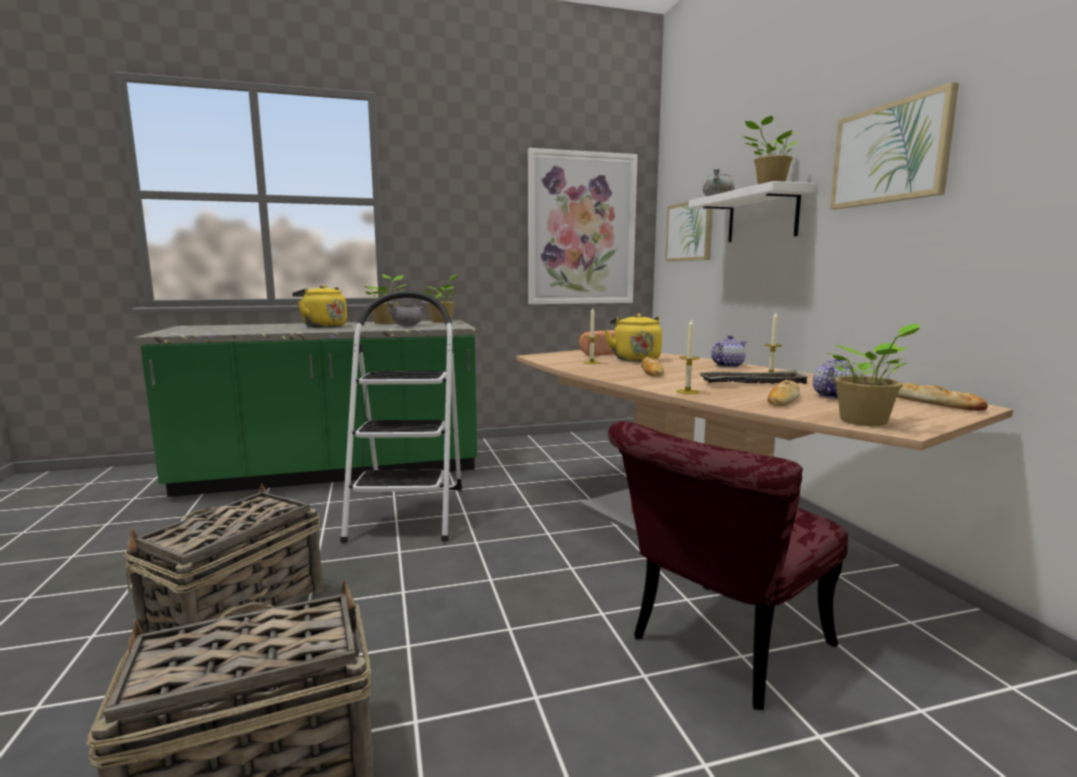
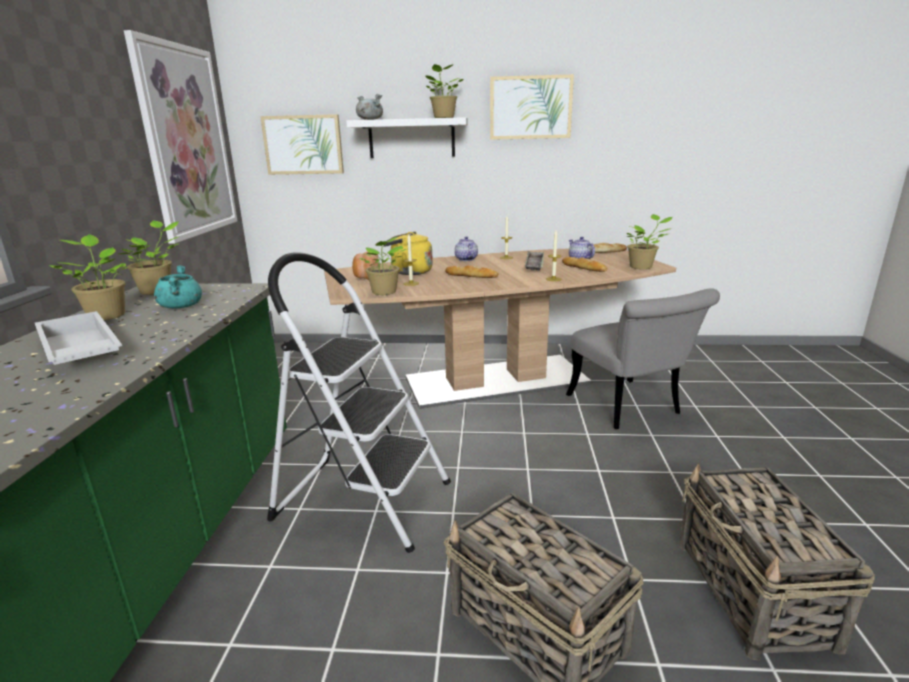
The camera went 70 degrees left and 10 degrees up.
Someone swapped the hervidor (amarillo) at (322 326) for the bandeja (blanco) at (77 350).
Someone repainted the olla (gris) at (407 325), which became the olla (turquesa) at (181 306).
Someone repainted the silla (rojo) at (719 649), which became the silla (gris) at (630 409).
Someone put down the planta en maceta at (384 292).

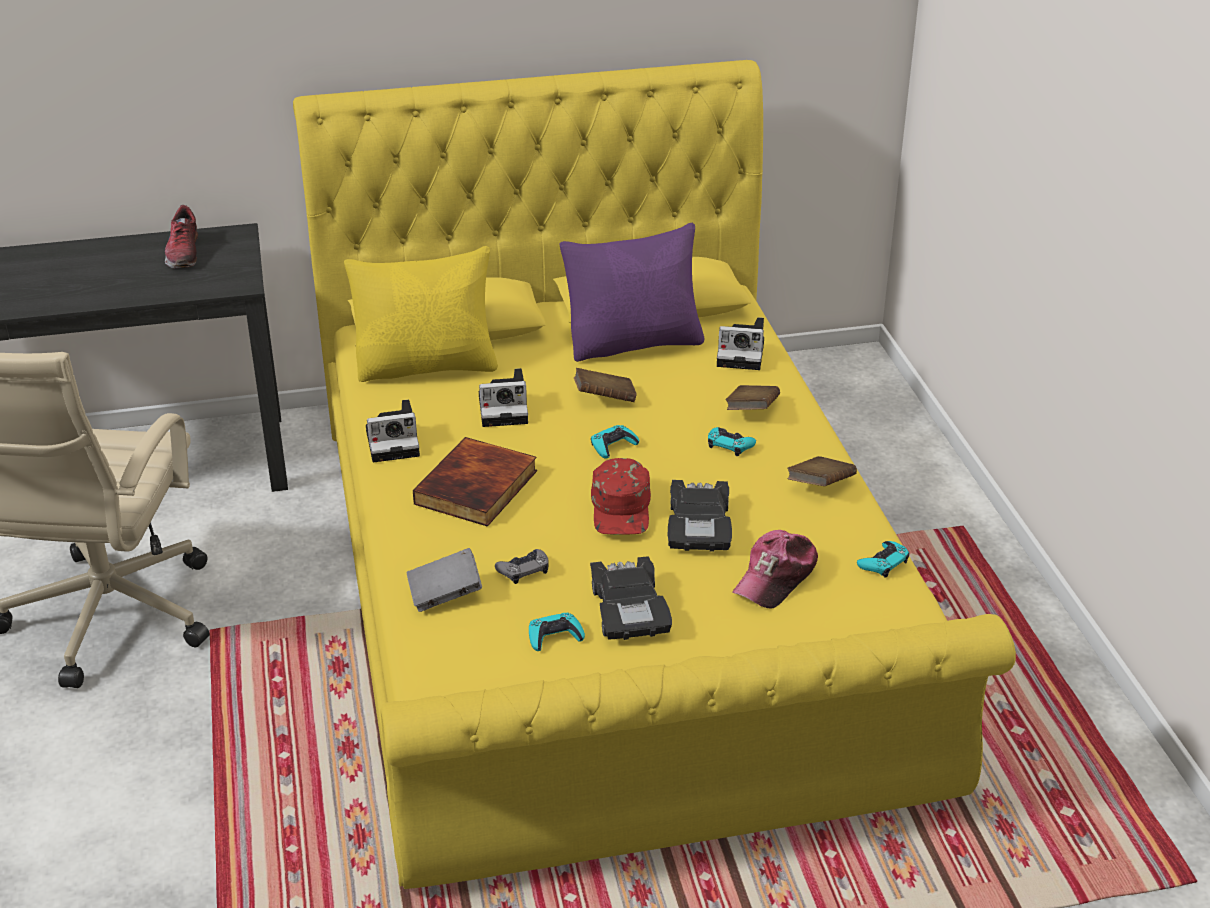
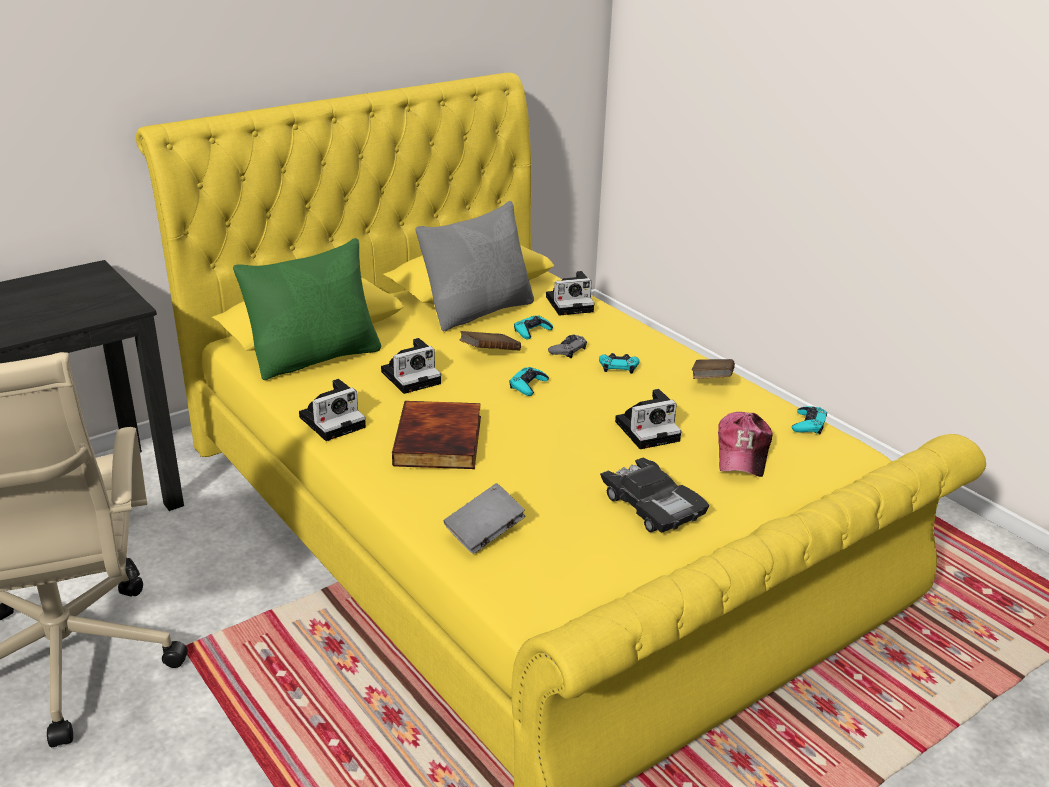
The camera went 25 degrees left and 5 degrees down.
Someone took away the zapato at (182 252).
Someone repainted the cojín (morado) at (634 343), which became the cojín (gris) at (479 311).
Someone repainted the cojín (amarillo) at (427 366), which became the cojín (verde) at (316 358).
Someone took away the libro (marrón) at (751 411).
Someone took away the gorra (rojo) at (622 508).
Someone swapped the coche de juguete (negro) at (699 527) for the cámara at (649 430).
Someone carried the mando de consola (gris) from (523 570) to (568 350).
Someone carried the mando de consola (turquesa) from (554 637) to (532 331).

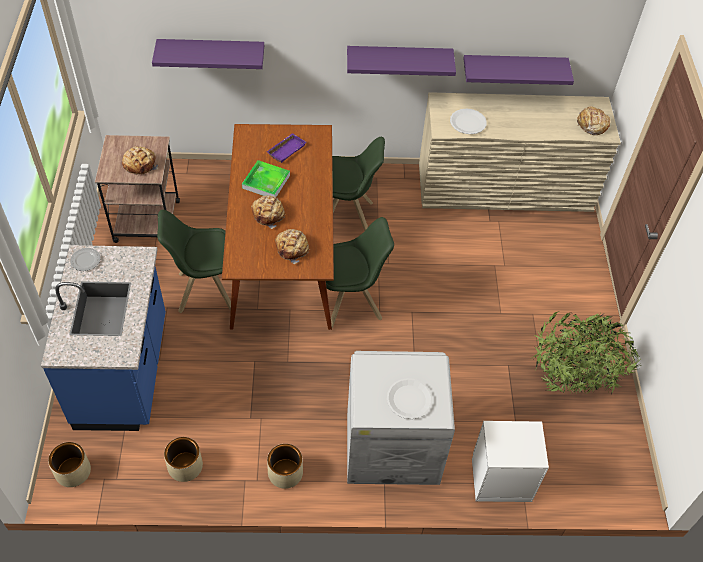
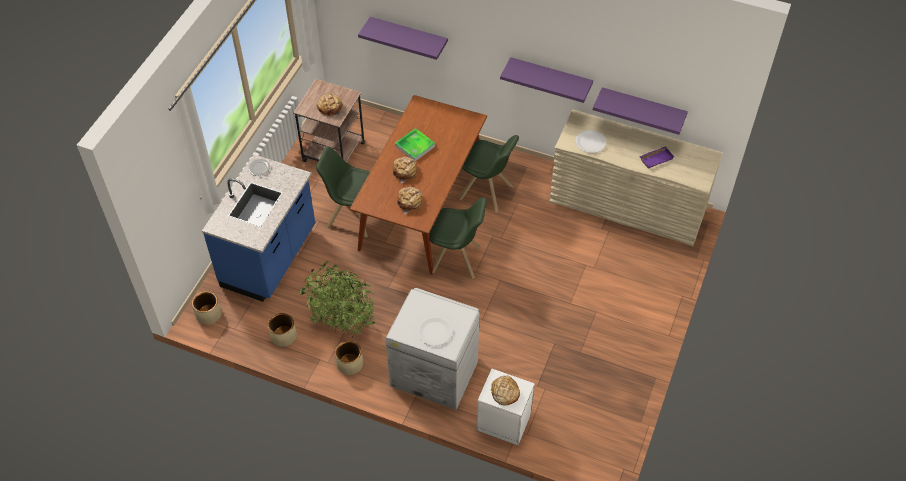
The camera went 25 degrees right and 0 degrees up.
Someone carried the pan from (591 125) to (504 393).
Someone carried the bandeja (morado) from (286 149) to (656 158).
Someone carried the planta en maceta from (570 381) to (341 322).

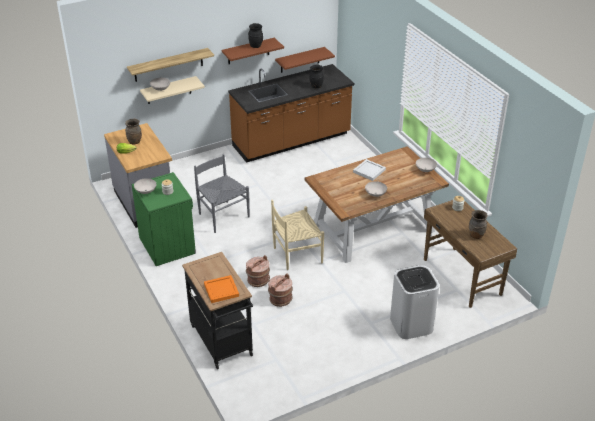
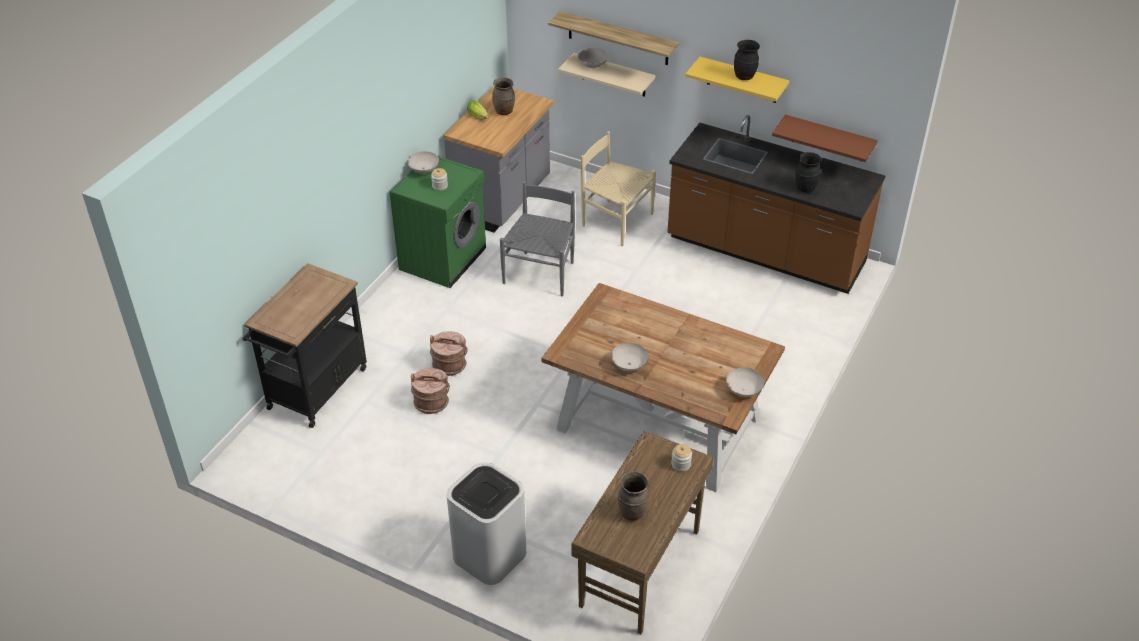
The camera went 55 degrees right and 5 degrees up.
Someone repainted the estante (marrón) at (248 51), which became the estante (amarillo) at (742 80).
Someone took away the bandeja (blanco) at (369 170).
Someone carried the silla (beis) from (296 254) to (615 221).
Someone took away the bandeja (naranja) at (221 290).

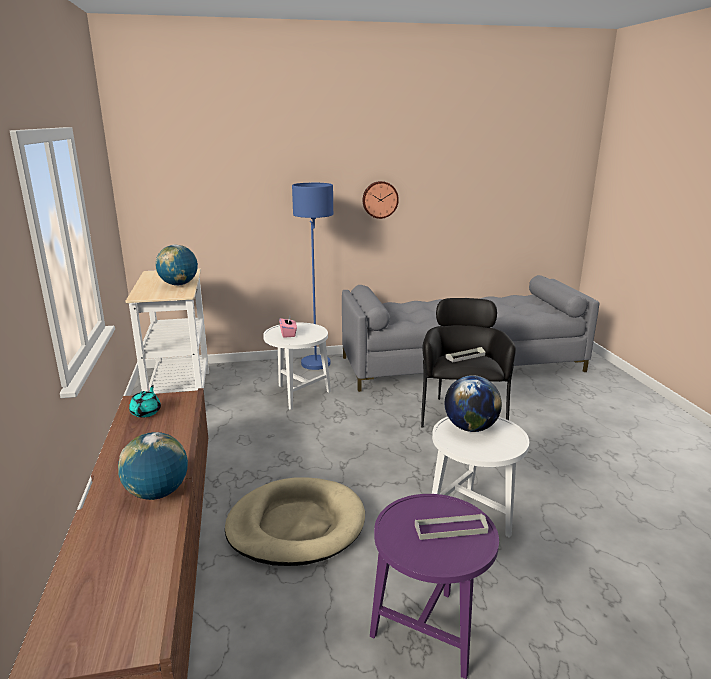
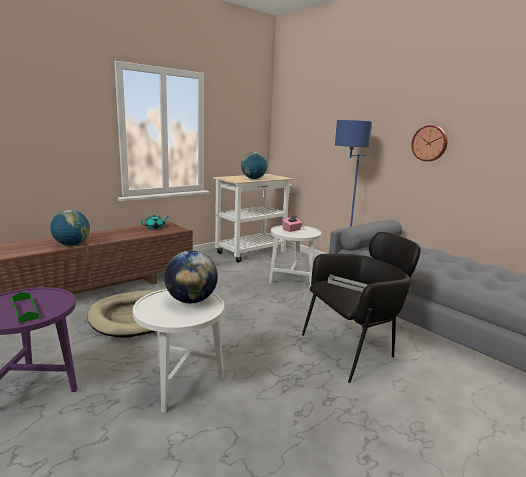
The camera went 60 degrees right and 5 degrees down.
Someone repainted the bandeja (gris) at (450 529), which became the bandeja (verde) at (25 309).

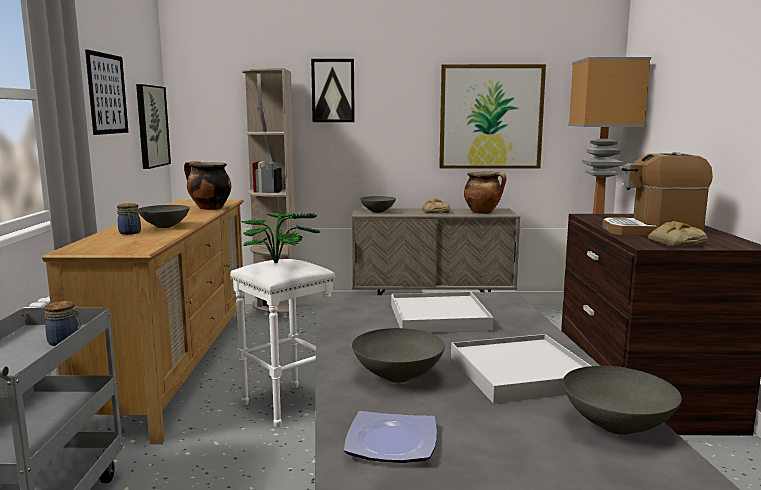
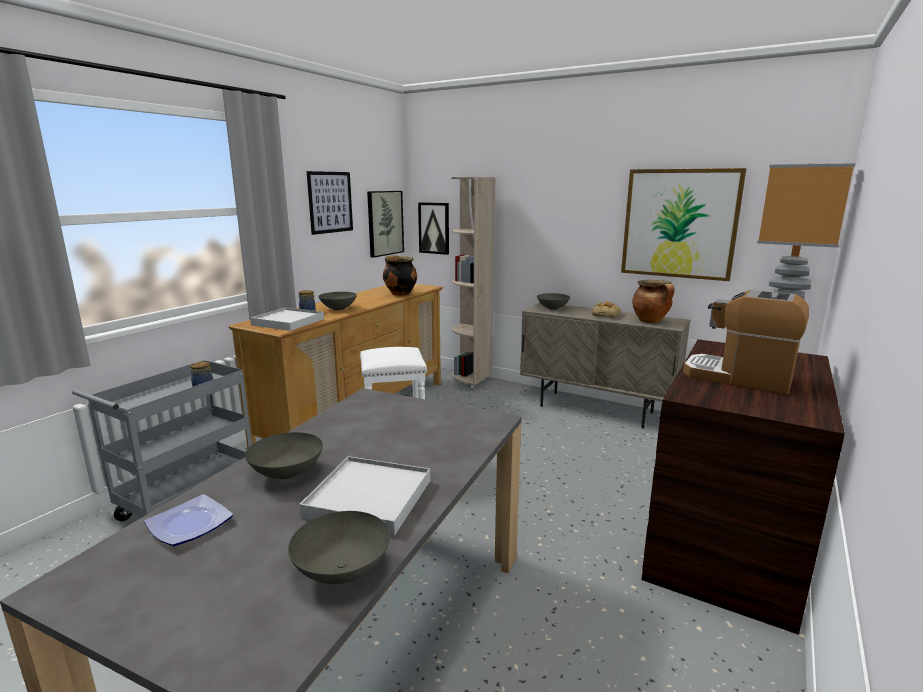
The camera went 30 degrees right and 5 degrees up.
Someone carried the cuadro from (333 90) to (434 228).
Someone took away the planta en maceta at (281 262).
Someone took away the pan at (675 242).
Someone carried the bandeja (blanco) from (438 317) to (288 322).

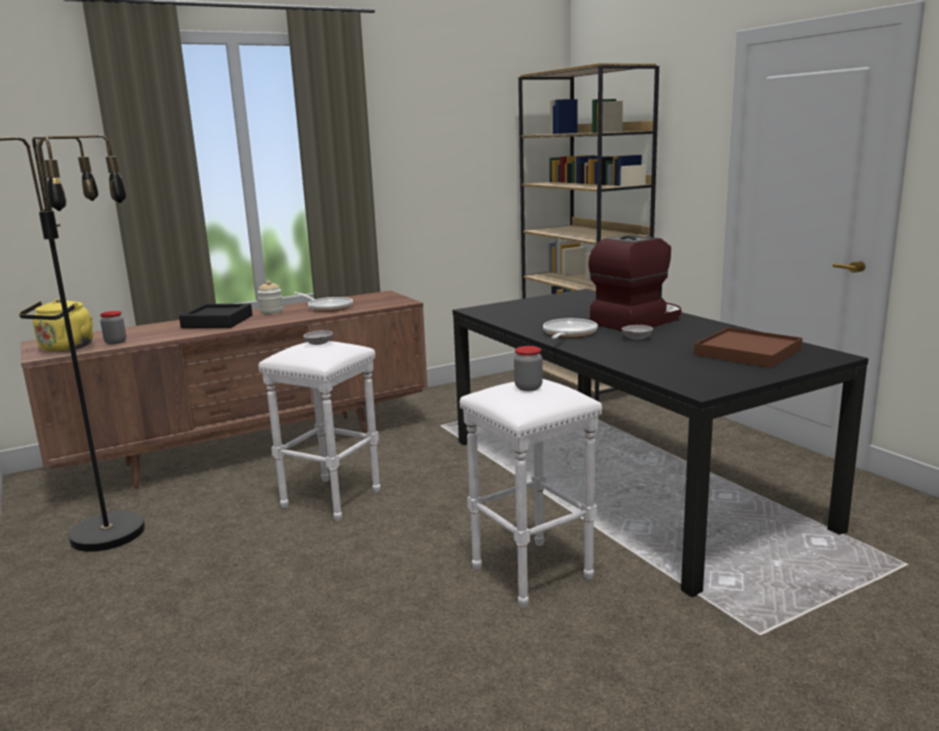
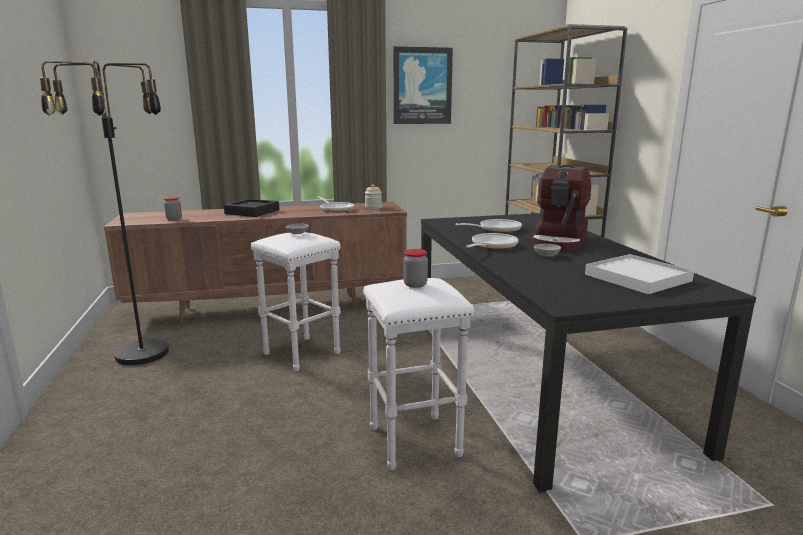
The camera went 15 degrees right and 0 degrees up.
Someone rotated the cafetera at (636 321) by 135 degrees clockwise.
Someone carried the tarro from (271 311) to (373 207).
Someone took away the hervidor (amarillo) at (64 348).
Someone repainted the bandeja (marrón) at (748 352), which became the bandeja (blanco) at (637 278).
Someone put up the cuadro at (422 86).
Someone put down the sartén at (496 229).

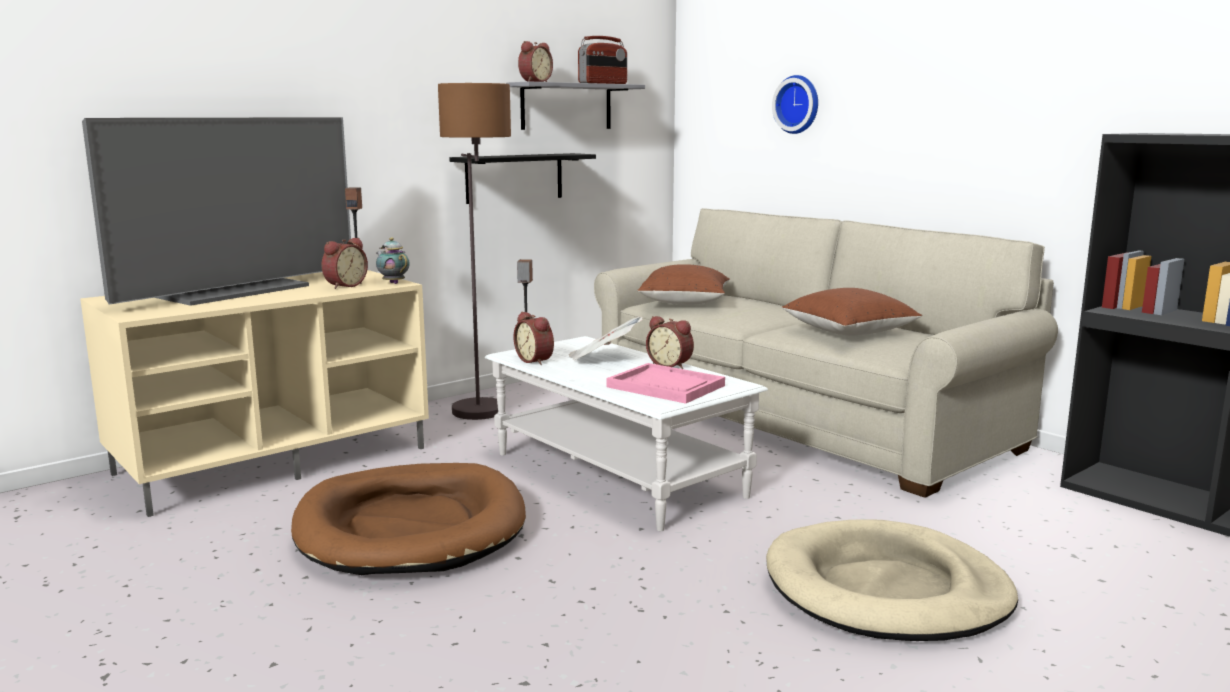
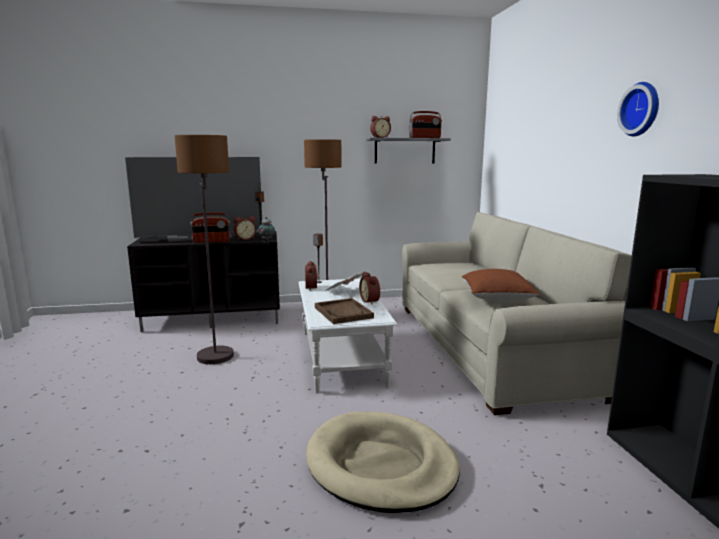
The camera went 30 degrees right and 0 degrees up.
Someone carried the reloj de pared from (798 104) to (642 109).
Someone took away the estante (negro) at (514 177).
Someone took away the cojín (marrón) at (684 303).
Someone repainted the mueble de televisión (beis) at (274 460), which became the mueble de televisión (negro) at (215 317).
Someone repainted the bandeja (rosa) at (666 386), which became the bandeja (marrón) at (343 312).
Someone swapped the cama para perro (marrón) at (411 527) for the lámpara de pie (marrón) at (217 361).
Someone put down the radio at (211 241).

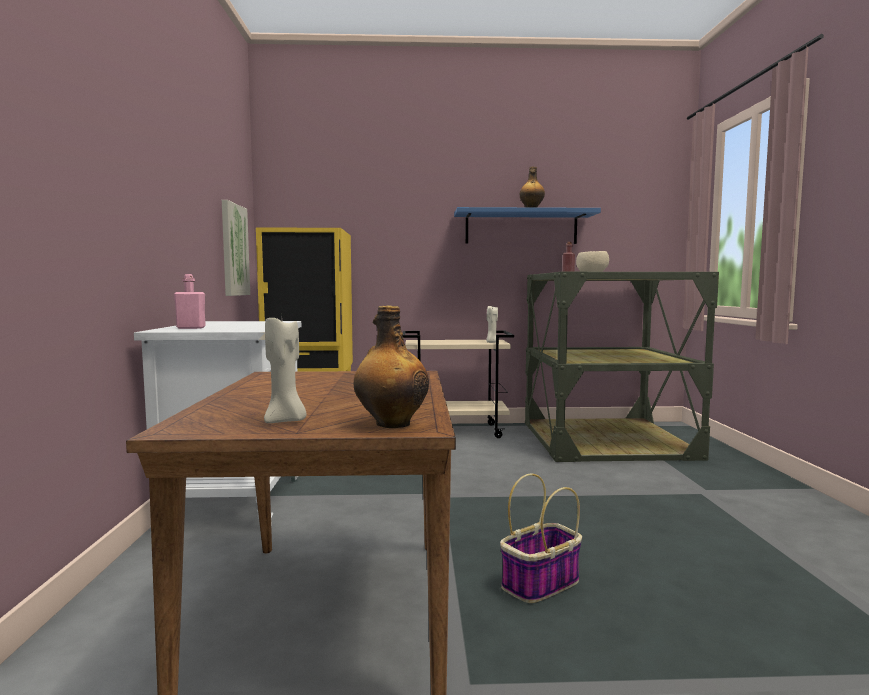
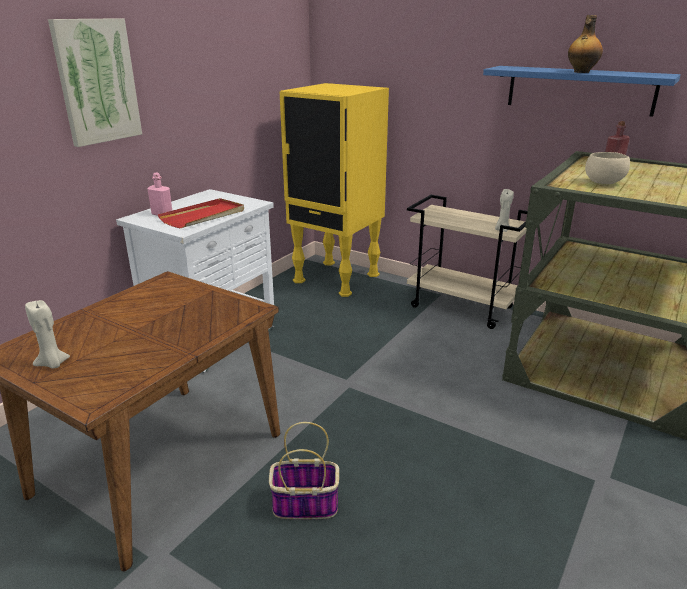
The camera went 35 degrees right and 20 degrees up.
Someone carried the cuadro from (234 250) to (97 81).
Someone took away the botella at (391 424).
Someone put down the bandeja (rojo) at (203 216).

